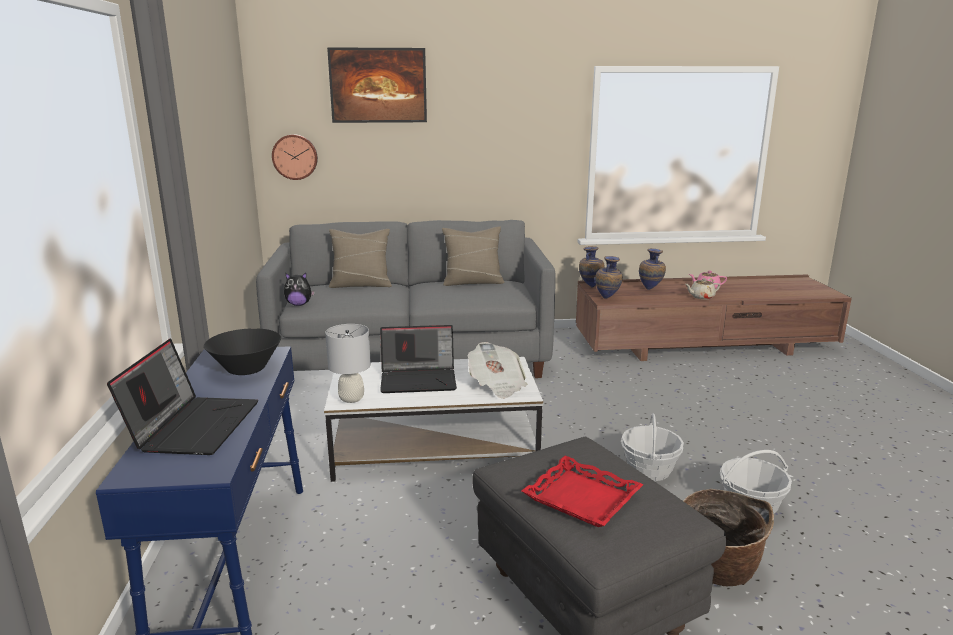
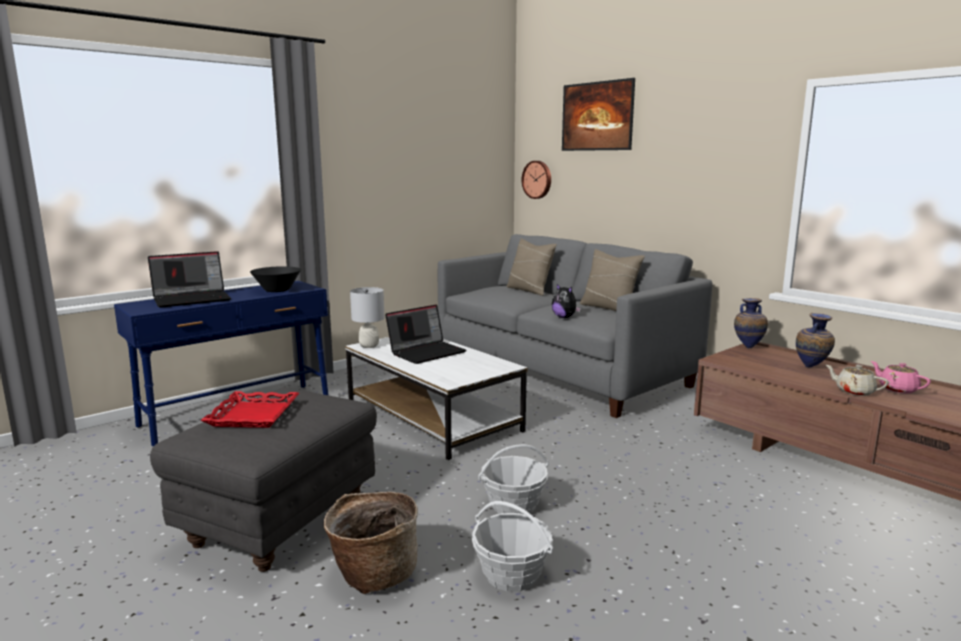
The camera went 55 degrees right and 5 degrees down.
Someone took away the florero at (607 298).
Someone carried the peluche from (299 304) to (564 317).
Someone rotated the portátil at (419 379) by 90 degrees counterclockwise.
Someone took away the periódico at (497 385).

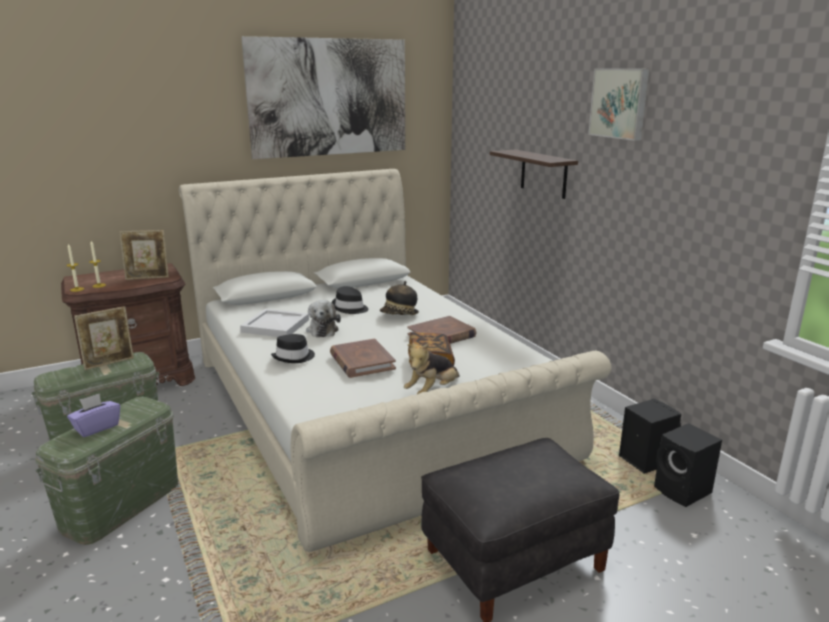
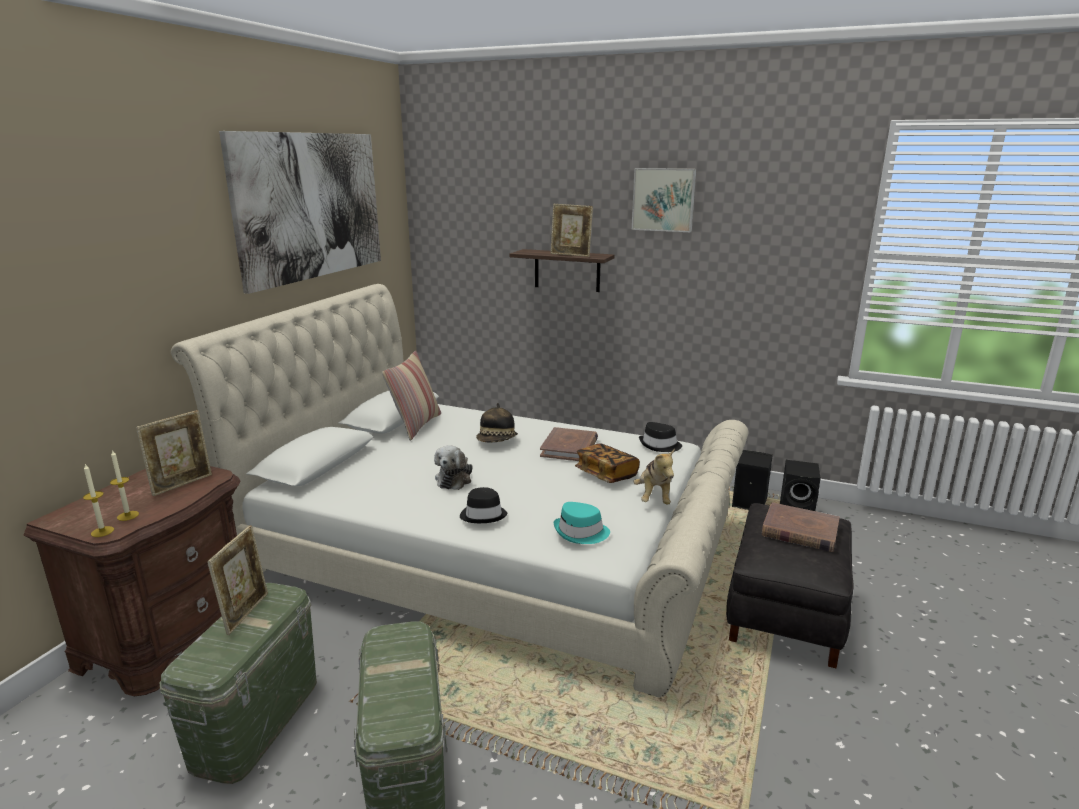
The camera went 40 degrees left and 0 degrees up.
Someone carried the sombrero (negro) from (350 308) to (660 445).
Someone rotated the peluche at (322 330) by 60 degrees clockwise.
Someone took away the bandeja (blanco) at (276 325).
Someone carried the libro (marrón) from (361 361) to (799 531).
Someone took away the caja de pañuelos (morado) at (96 427).
Someone put down the portarretratos at (570 255).
Someone put down the cojín at (416 425).
Someone put down the sombrero (turquesa) at (581 533).

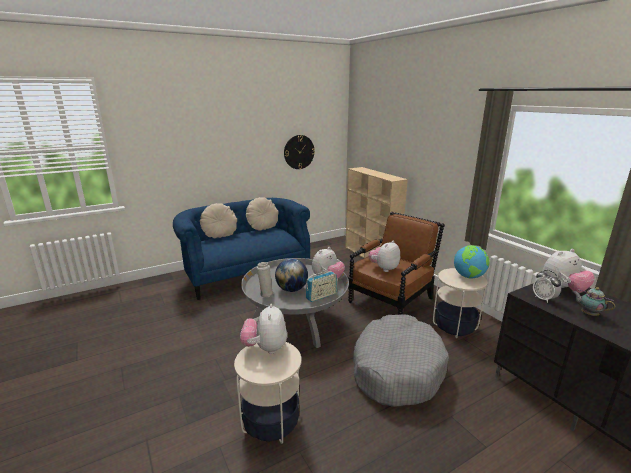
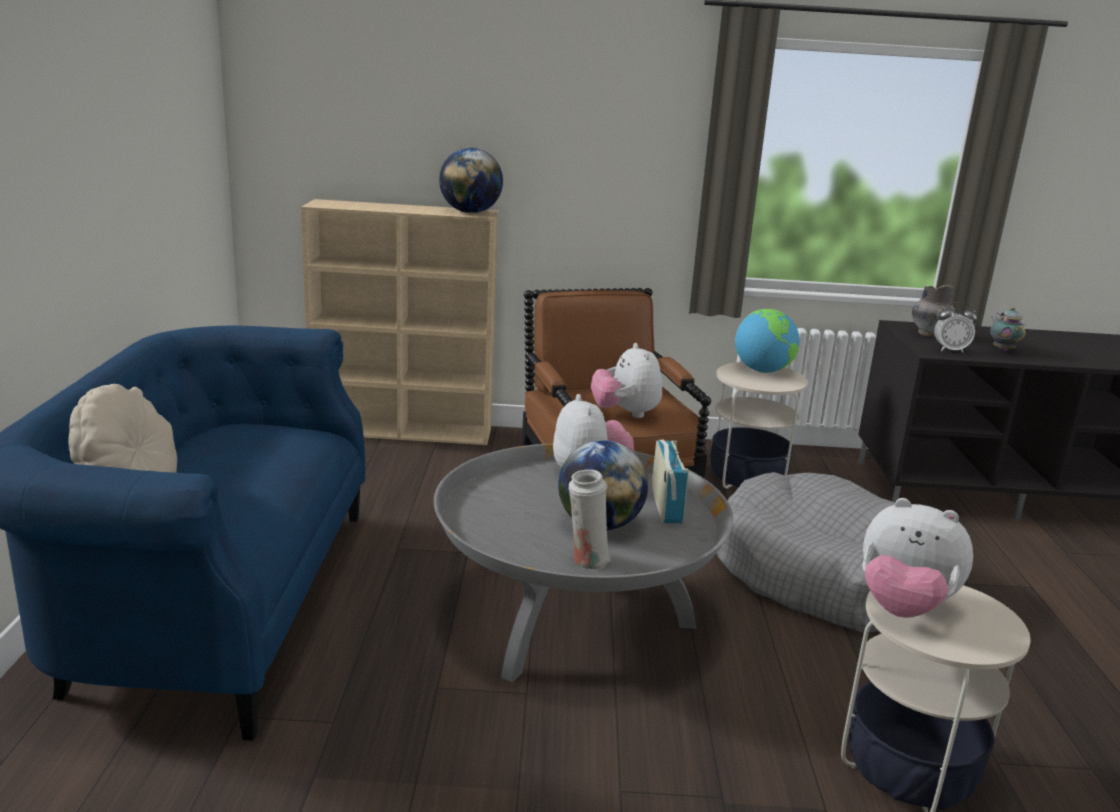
The camera went 60 degrees left and 0 degrees up.
Someone took away the reloj de pared at (299 152).
Someone took away the cojín (beis) at (263 228).
Someone swapped the peluche at (562 289) for the florero (gris) at (929 334).
Someone rotated the tetera at (588 314) by 90 degrees clockwise.
Someone put down the globo terráqueo at (470 212).

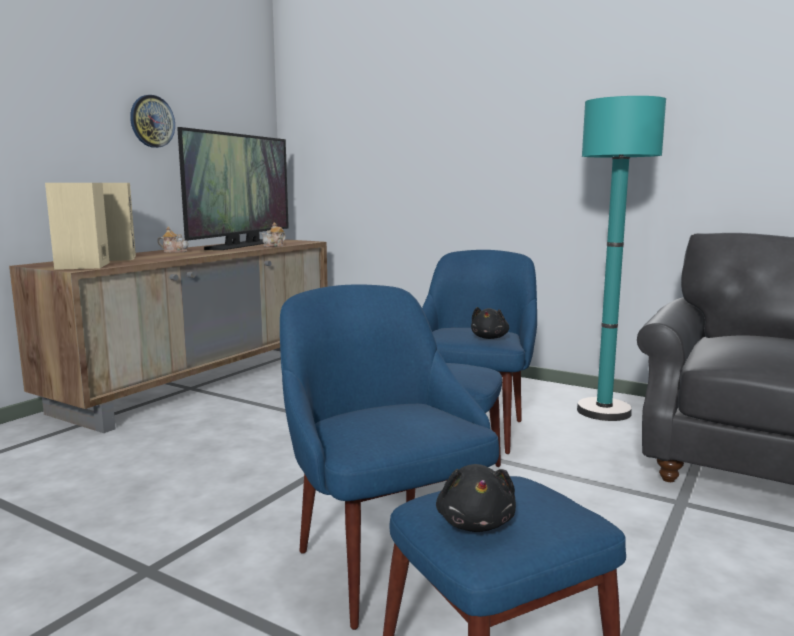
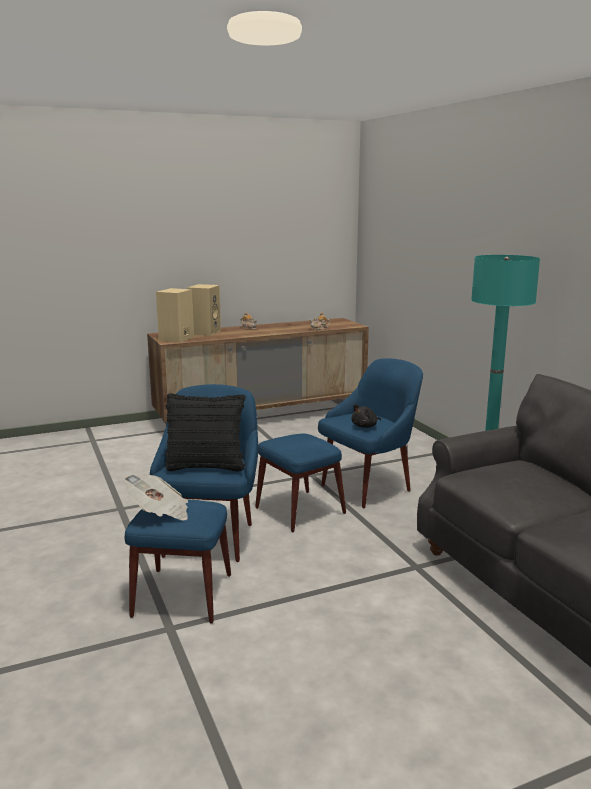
The camera went 35 degrees right and 5 degrees up.
Someone took away the reloj de pared at (152 121).
Someone took away the televisor at (241 245).
Someone swapped the peluche (negro) at (475 522) for the periódico at (159 513).
Someone put down the cojín (negro) at (206 467).

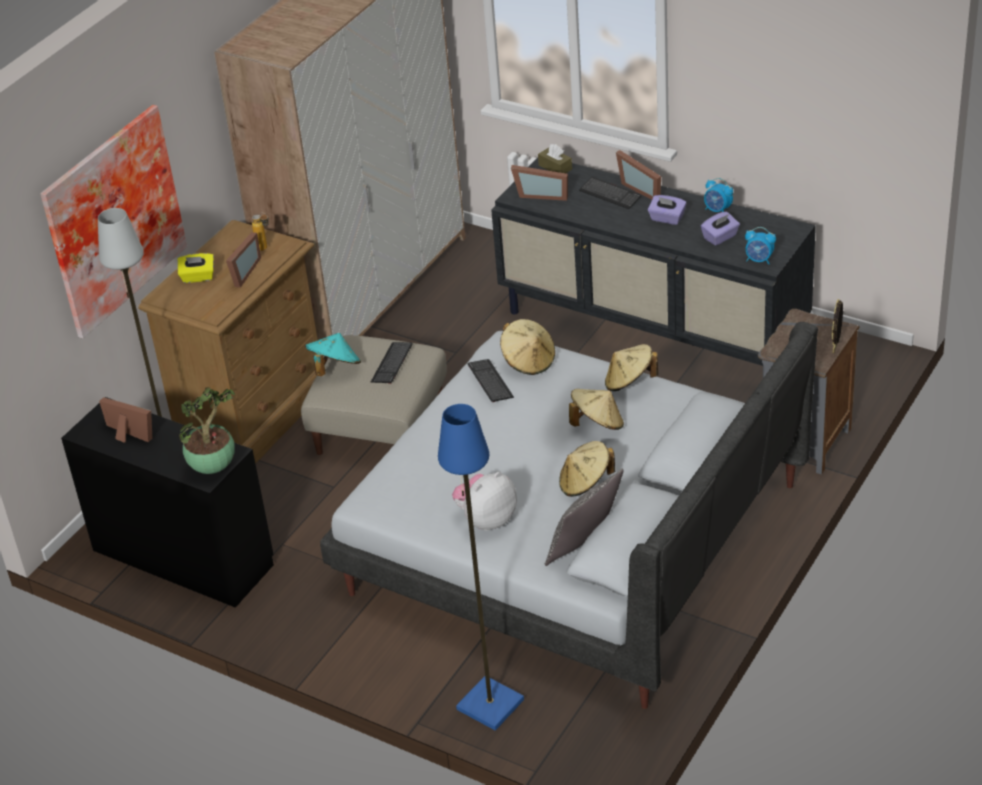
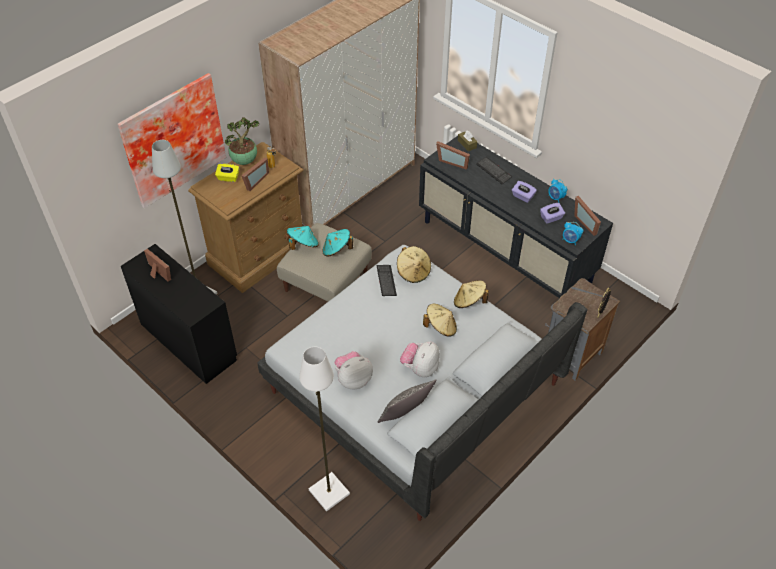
The camera went 10 degrees right and 10 degrees up.
Someone carried the portarretratos from (642 188) to (587 222).
Someone swapped the teclado at (392 364) for the sombrero (turquesa) at (337 250).
Someone carried the planta en maceta from (214 466) to (245 161).
Someone repainted the lámpara de pie (azul) at (489 705), which became the lámpara de pie (blanco) at (328 492).
Someone swapped the sombrero (beis) at (585 483) for the peluche at (420 368).

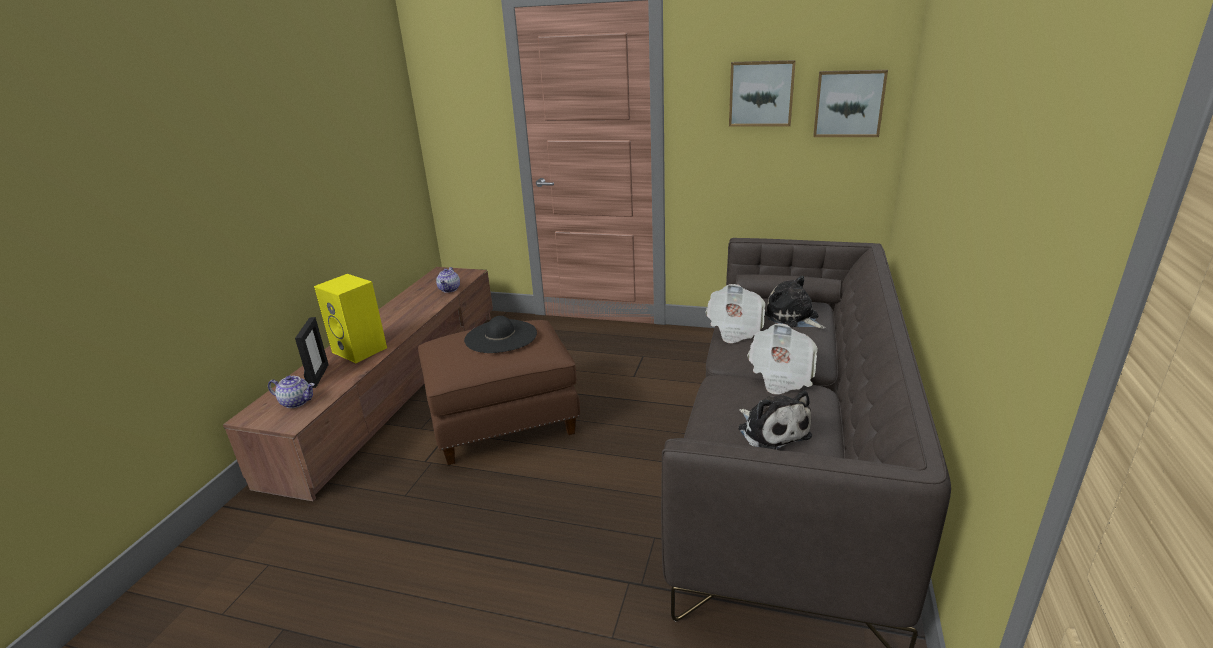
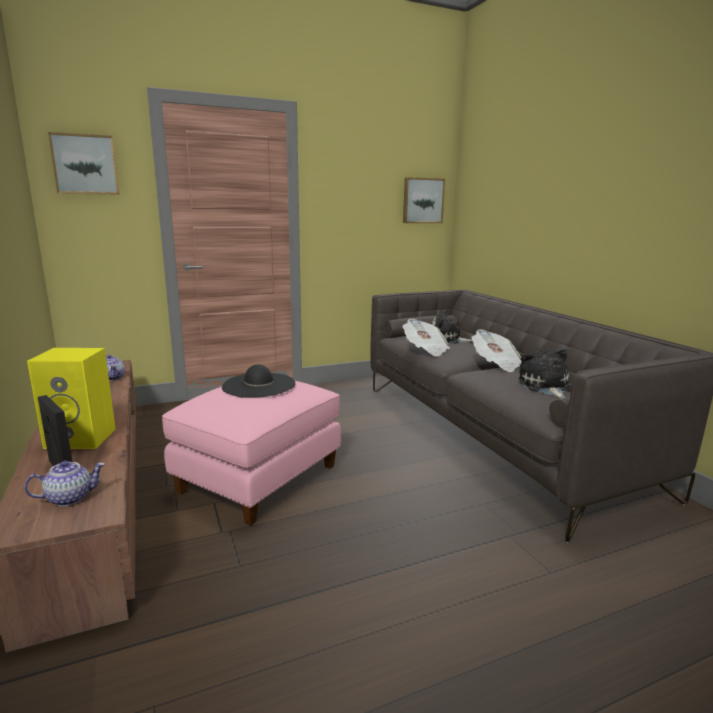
The camera went 40 degrees left and 10 degrees down.
Someone carried the cuadro from (761 93) to (85 164).
Someone repainted the puf (marrón) at (503 421), which became the puf (rosa) at (258 478).
Someone rotated the peluche at (771 431) by 120 degrees counterclockwise.

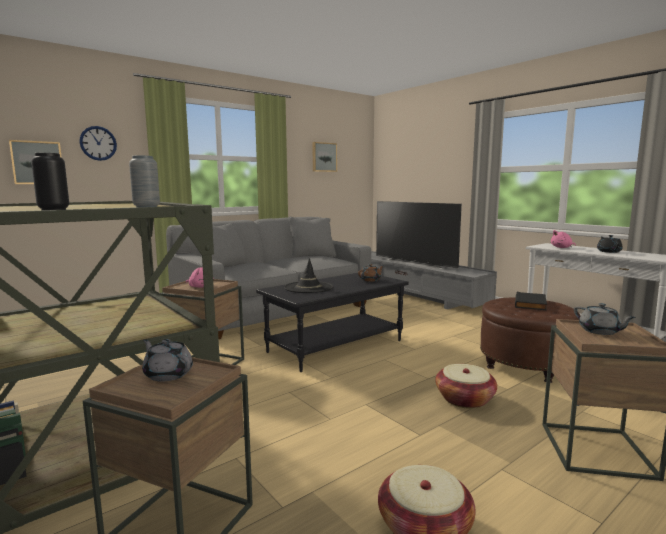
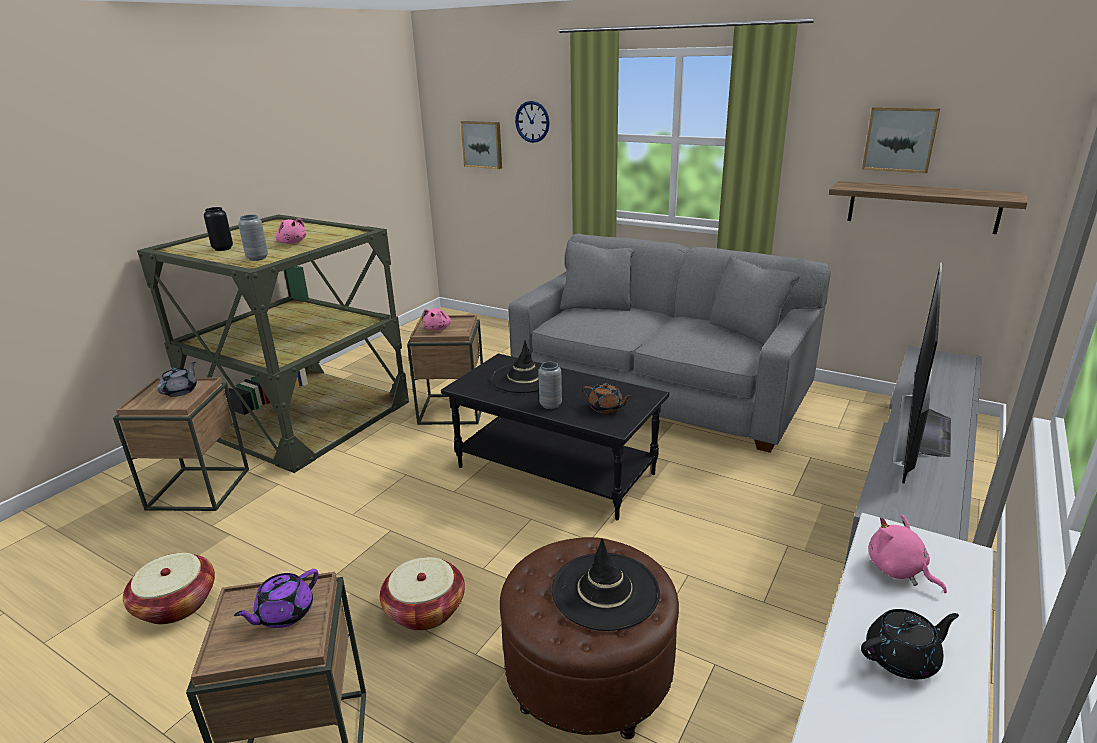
The camera went 70 degrees right and 15 degrees up.
Someone swapped the libro (negro) at (531 304) for the sombrero (negro) at (605 591).
Someone repainted the tetera (gris) at (600 331), which became the tetera (morado) at (284 614).
Someone put up the estante at (922 207).
Someone put down the peluche (rosa) at (292 243).
Someone put down the florero (gris) at (550 405).

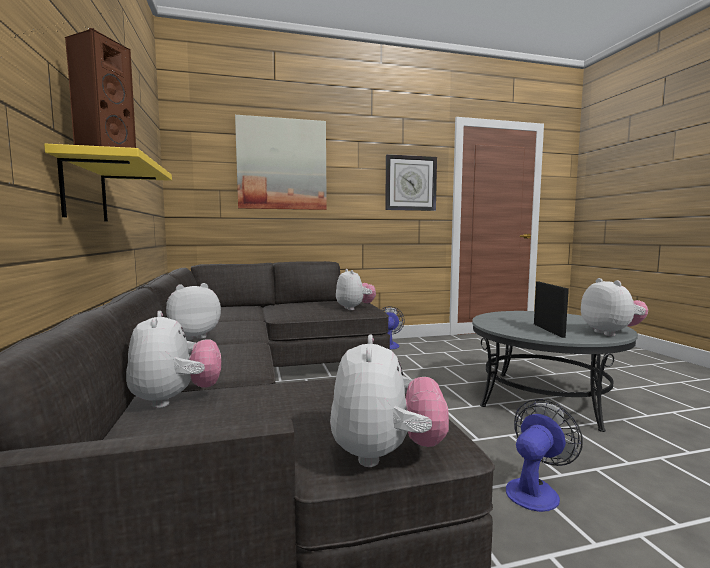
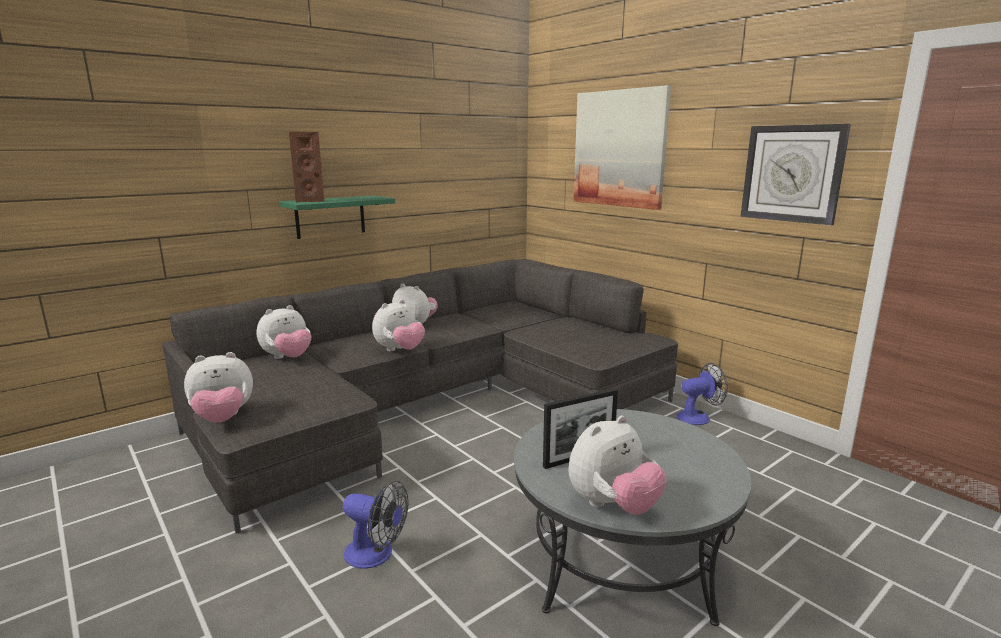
The camera went 65 degrees right and 10 degrees up.
Someone repainted the estante (amarillo) at (84 190), which became the estante (verde) at (330 217).
Someone carried the peluche from (354 308) to (399 350).

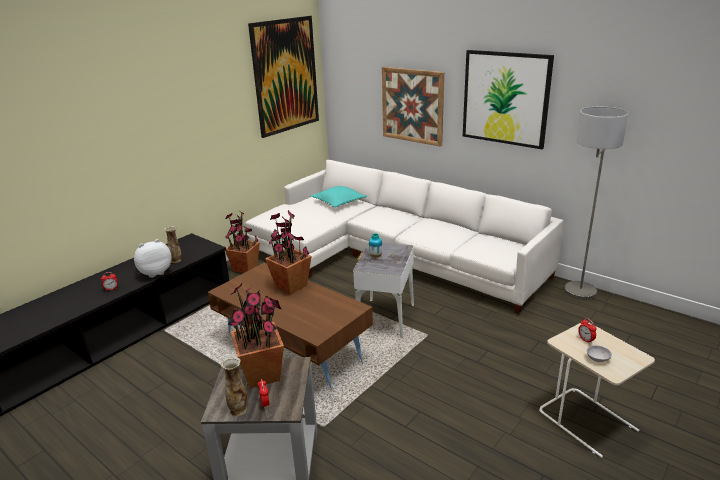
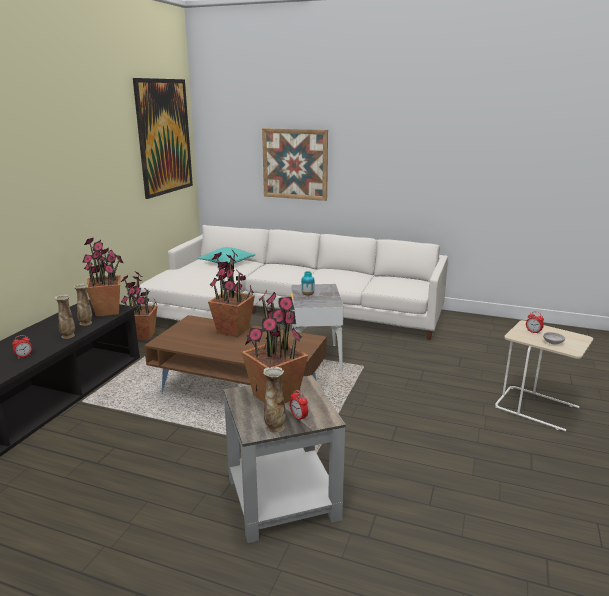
The camera went 20 degrees left and 5 degrees down.
Someone took away the cuadro at (505 98).
Someone took away the lámpara de pie (gris) at (576 296).
Someone swapped the peluche at (155 272) for the florero at (68 336).
Someone put down the planta en maceta at (108 311).

